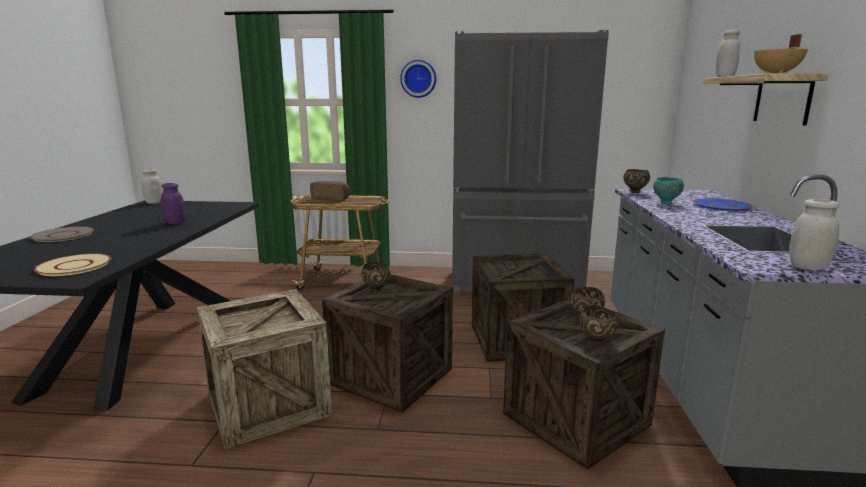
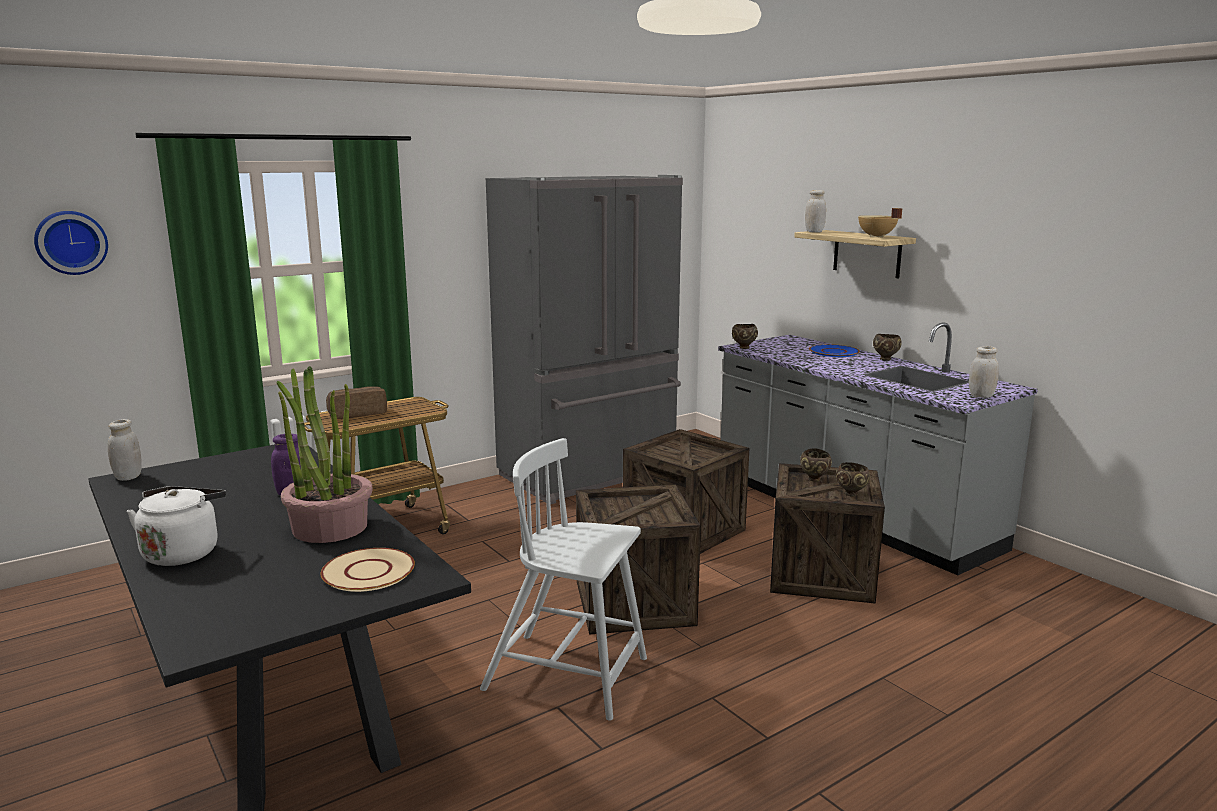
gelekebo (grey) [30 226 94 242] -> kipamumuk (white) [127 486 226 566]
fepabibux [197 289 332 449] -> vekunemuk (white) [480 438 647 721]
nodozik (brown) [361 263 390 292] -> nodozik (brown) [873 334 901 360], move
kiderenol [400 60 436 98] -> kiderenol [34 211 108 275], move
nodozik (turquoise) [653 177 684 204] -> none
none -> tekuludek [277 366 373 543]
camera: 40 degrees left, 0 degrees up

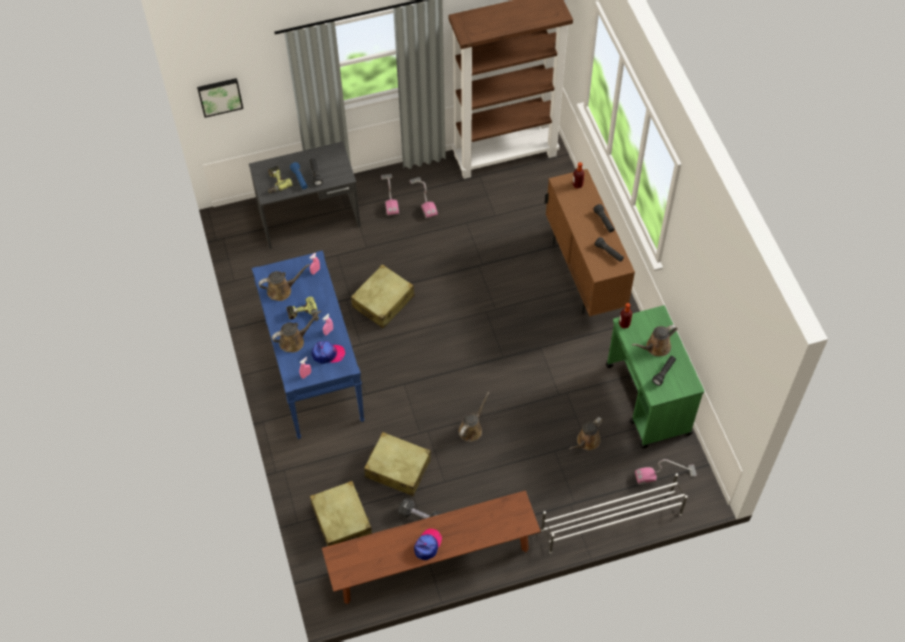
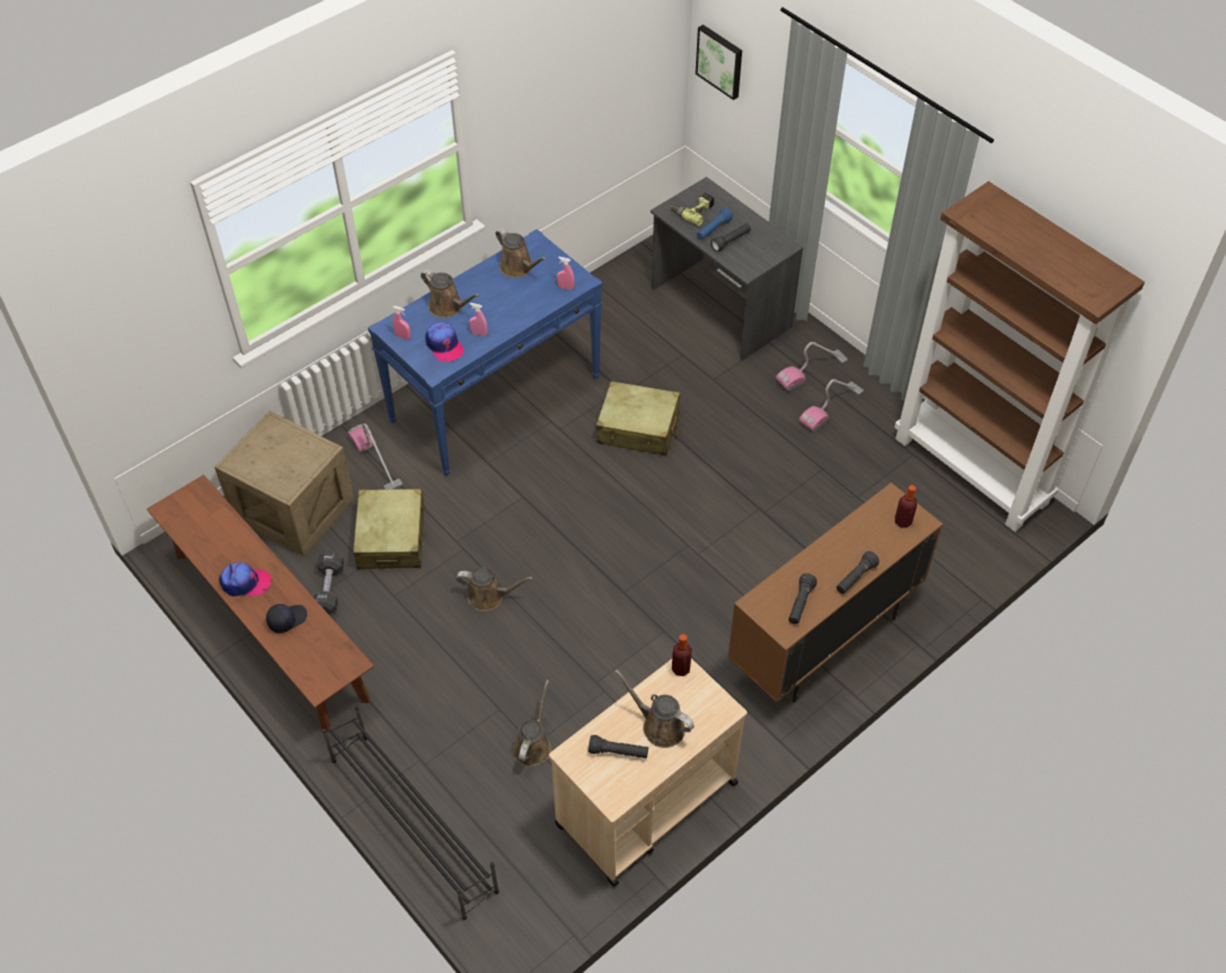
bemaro [286 297 319 321] -> none
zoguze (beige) [310 481 372 546] -> fepabibux [215 411 355 556]
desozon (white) [541 473 688 553] -> desozon (black) [322 706 499 920]
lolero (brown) [569 417 603 451] -> lolero (brown) [513 680 551 767], 90 degrees clockwise
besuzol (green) [606 305 704 449] -> besuzol (beige) [549 658 747 887]
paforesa [635 459 697 485] -> paforesa [347 423 403 489], move
none -> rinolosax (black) [266 604 307 633]
camera: 65 degrees right, 5 degrees down

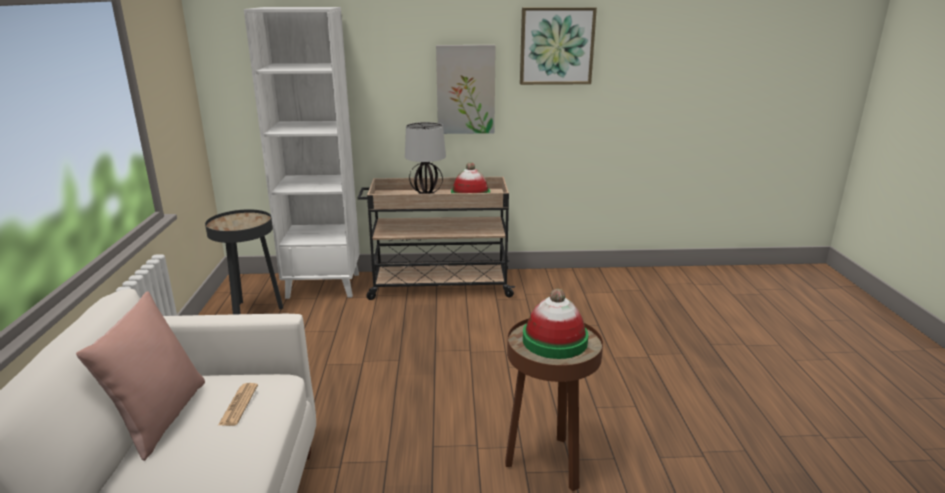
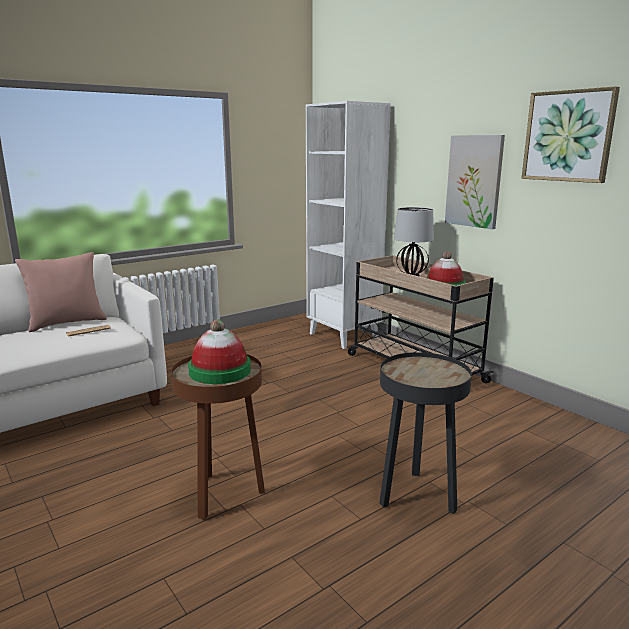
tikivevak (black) [205 209 283 315] -> tikivevak (black) [379 352 472 514], move
camera: 55 degrees right, 5 degrees down

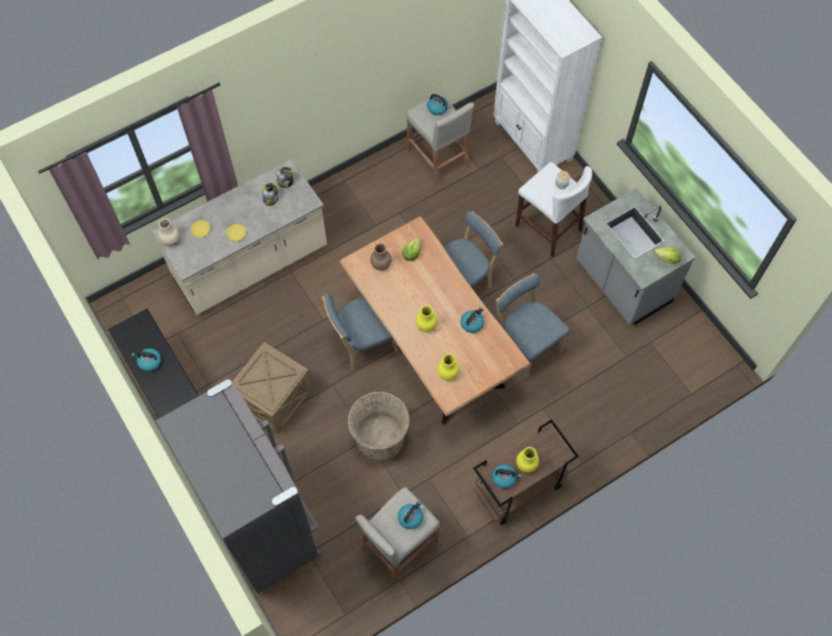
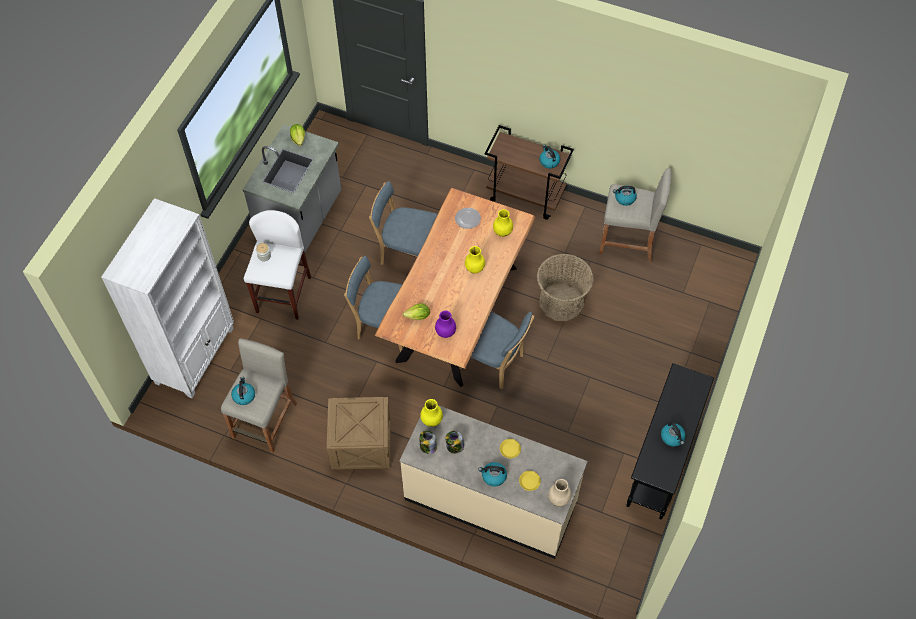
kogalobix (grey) [156 379 322 594] -> none
fepabibux [232 342 312 434] -> fepabibux [327 397 390 470], move
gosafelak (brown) [370 243 391 270] -> gosafelak (purple) [435 310 456 338]
kipamumuk [461 307 484 333] -> kipamumuk [478 462 507 486], move
vekunemuk (blue) [496 273 569 378] -> vekunemuk (blue) [369 181 437 265], 90 degrees clockwise
gosafelak (yellow) [516 447 539 473] -> gosafelak (yellow) [420 399 443 427], move
none -> gelekebo [455 208 481 229]
camera: 125 degrees left, 5 degrees down

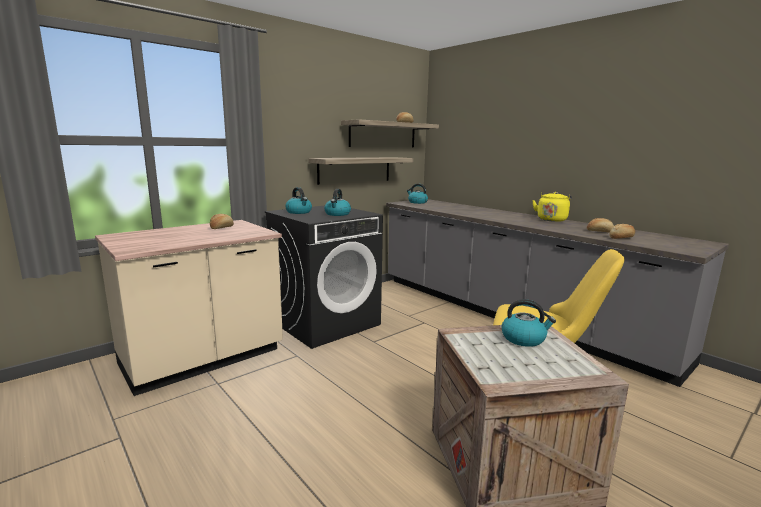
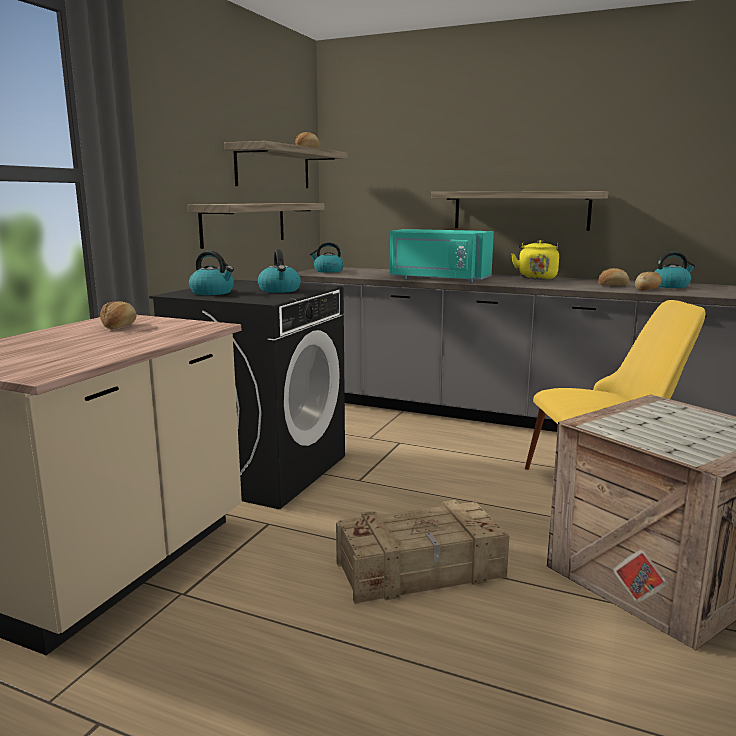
kipamumuk [502 299 556 347] -> kipamumuk [654 252 695 288], move
none -> fepabibux [336 500 509 604]
none -> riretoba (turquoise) [390 229 494 283]
none -> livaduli [431 191 608 231]
camera: 25 degrees left, 0 degrees up

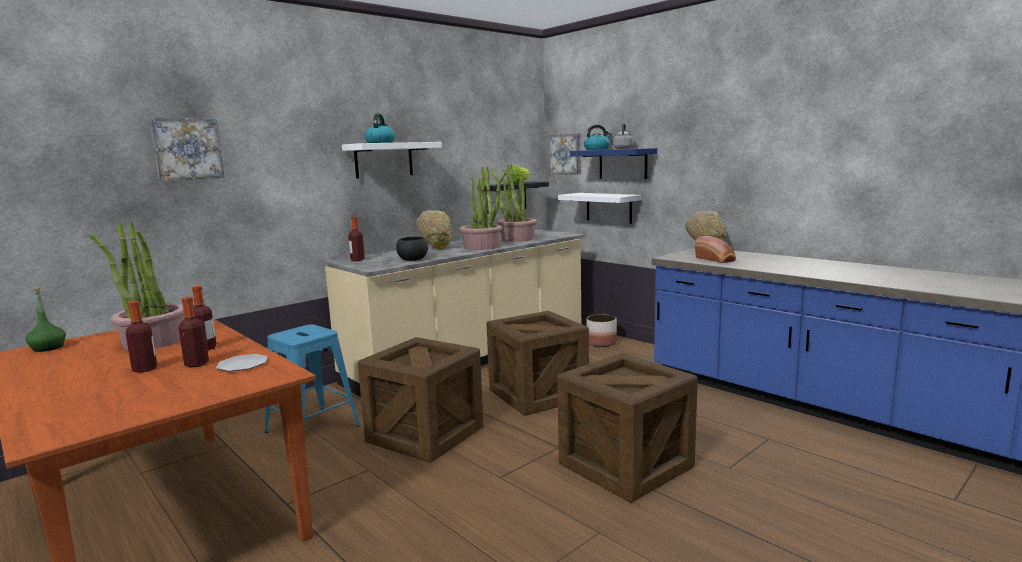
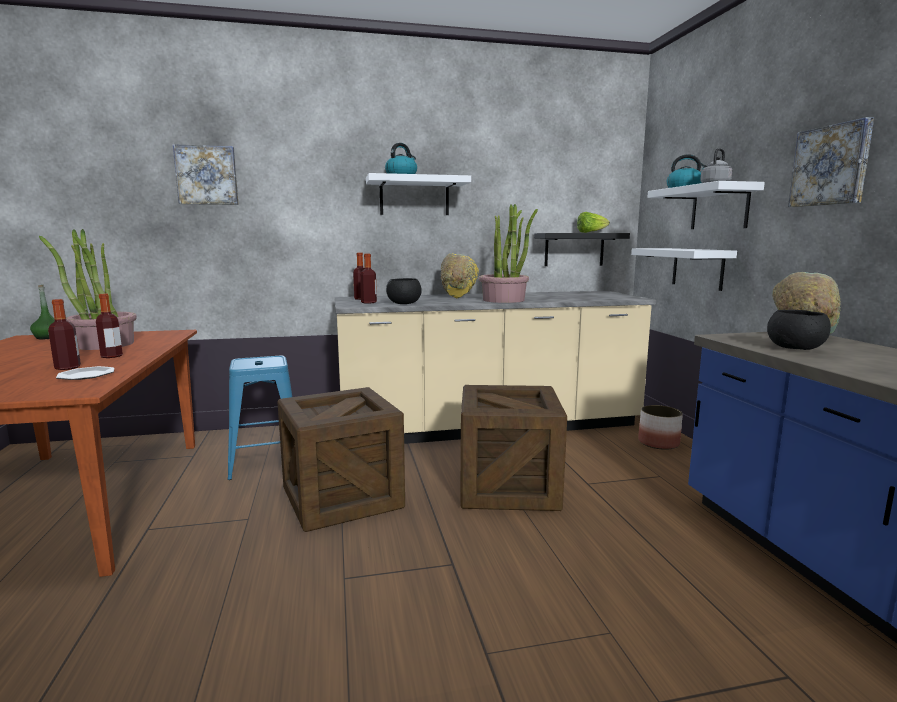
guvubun [125 301 157 373] -> guvubun [360 254 377 304], move
tekuludek [491 165 537 242] -> none
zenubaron [548 133 581 175] -> zenubaron [788 117 874 207], move
fepabibux [557 353 698 503] -> none
livaduli (blue) [570 148 657 179] -> livaduli (white) [647 181 765 229]
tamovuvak [695 236 736 263] -> nodozik (black) [767 310 831 350]
camera: 30 degrees right, 0 degrees up

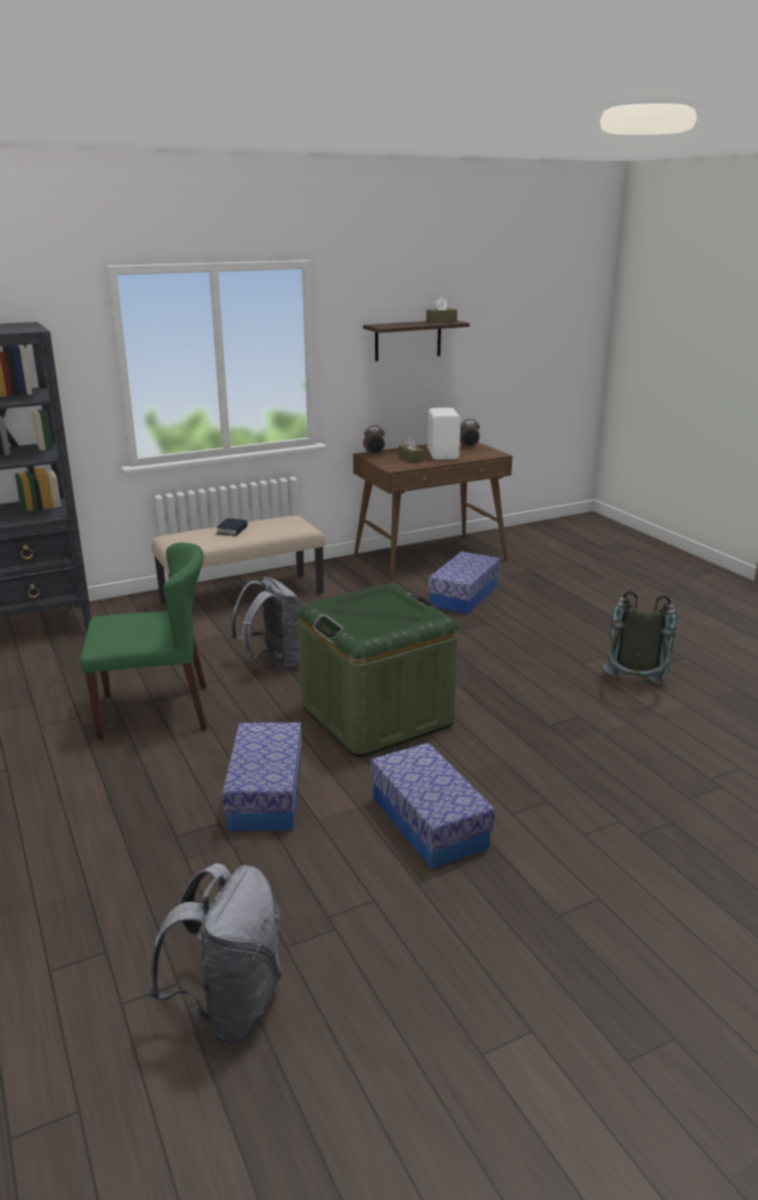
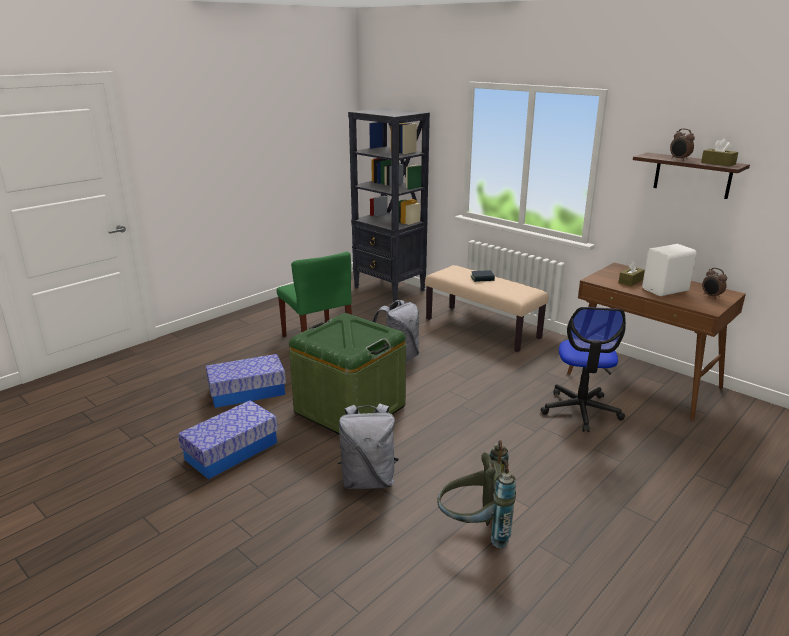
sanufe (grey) [149 863 282 1044] -> sanufe (grey) [337 403 399 489], move
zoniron [363 426 385 456] -> zoniron [670 128 695 161], move
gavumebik [428 551 500 614] -> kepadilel [540 307 626 432]
camera: 70 degrees right, 0 degrees up

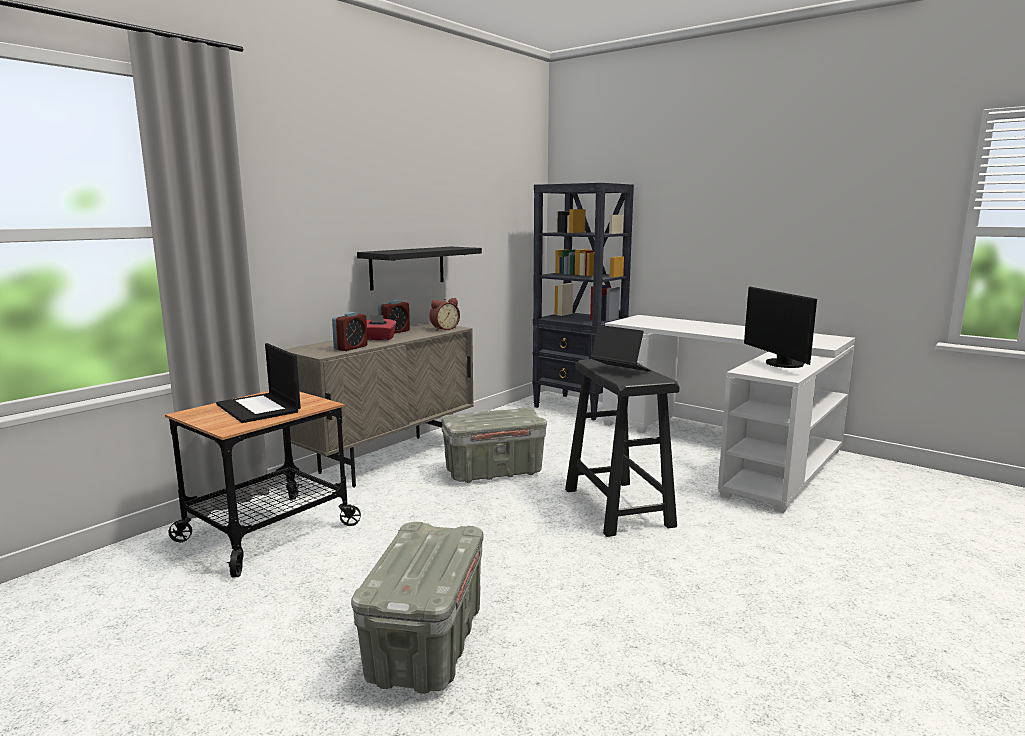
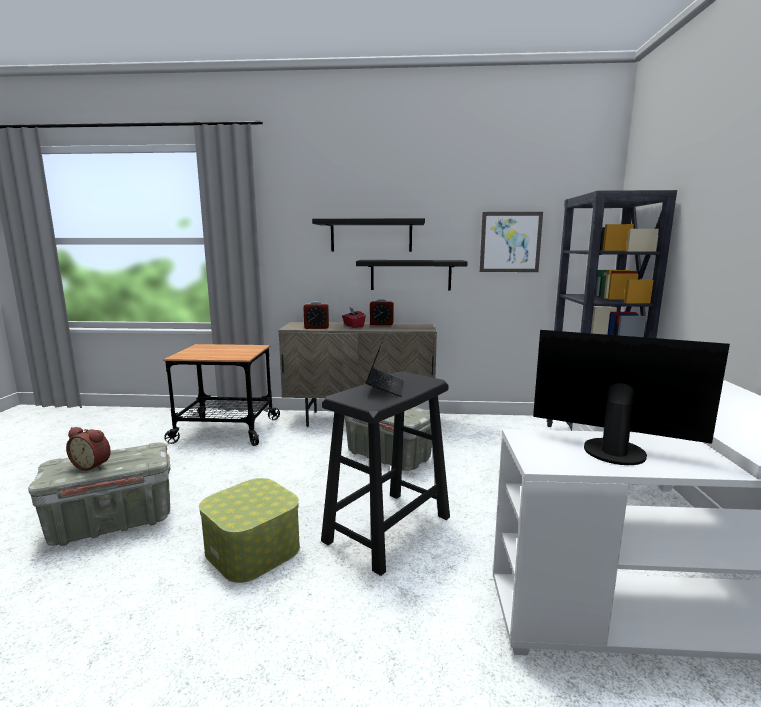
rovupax [216 343 301 423] -> none
zoniron [430 298 460 331] -> zoniron [66 427 111 471], move
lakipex [744 287 817 368] -> lakipex [533 330 730 465], 75 degrees clockwise
none -> gavumebik [199 478 300 583]
none -> livaduli (black) [312 218 425 252]
none -> zenubaron [480 212 543 272]
camera: 55 degrees right, 0 degrees up

